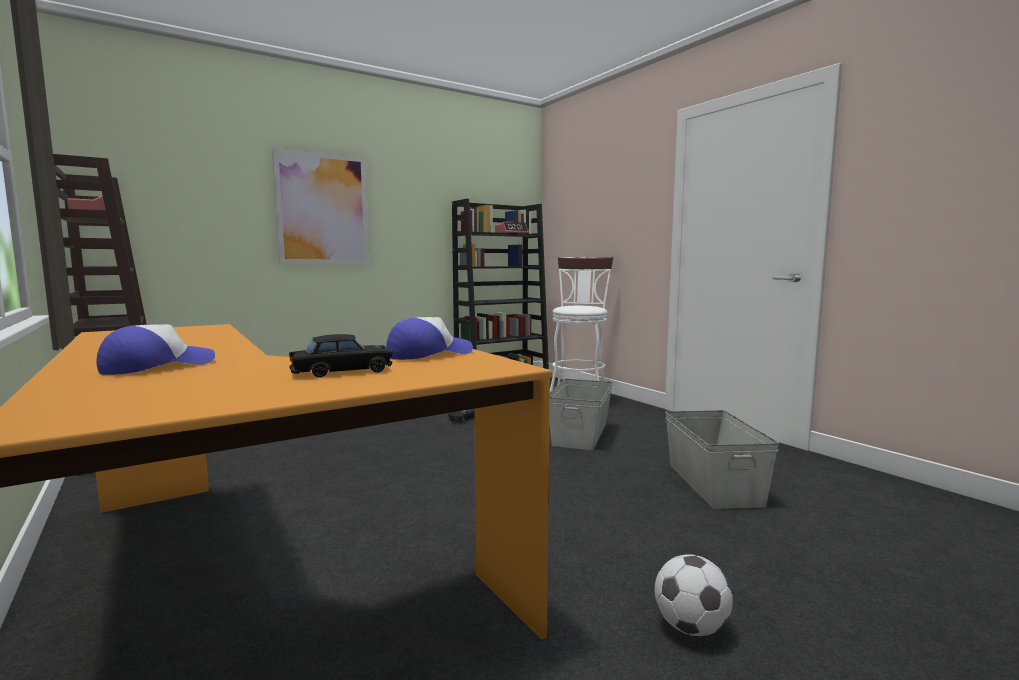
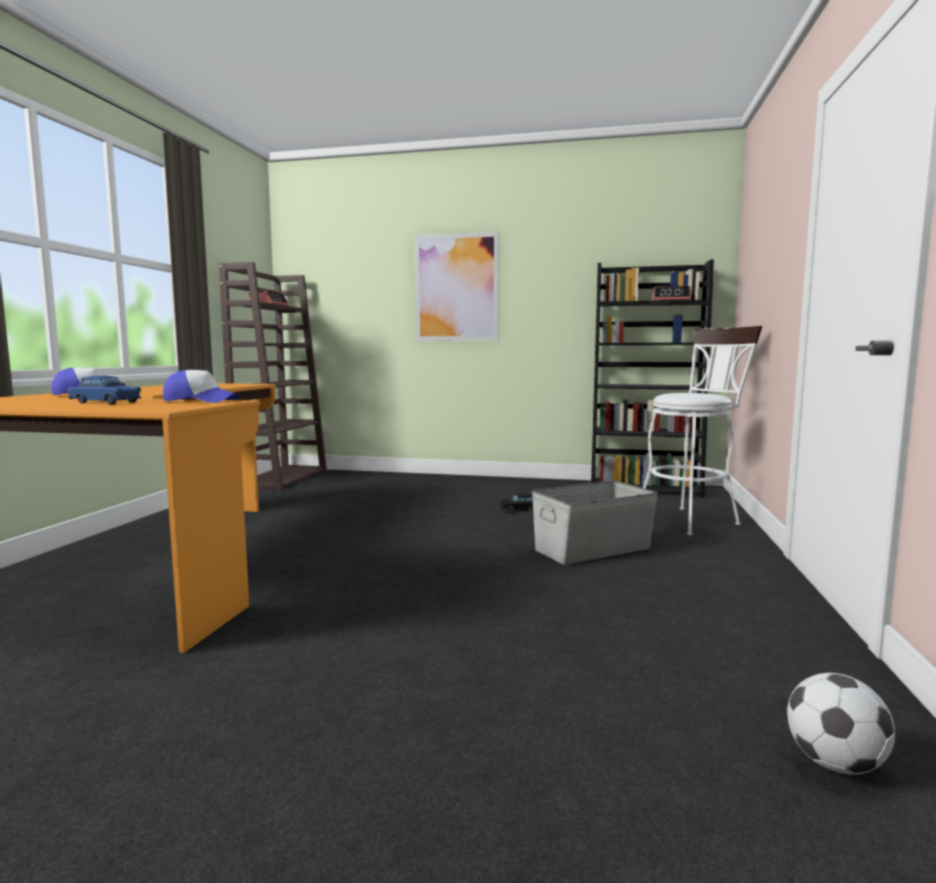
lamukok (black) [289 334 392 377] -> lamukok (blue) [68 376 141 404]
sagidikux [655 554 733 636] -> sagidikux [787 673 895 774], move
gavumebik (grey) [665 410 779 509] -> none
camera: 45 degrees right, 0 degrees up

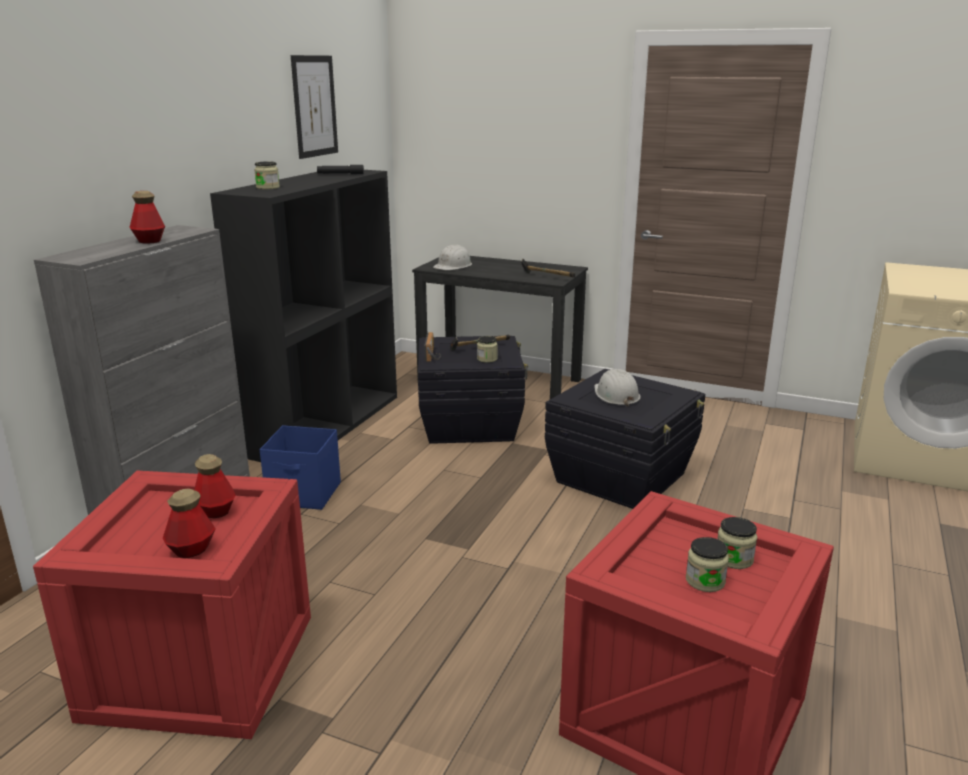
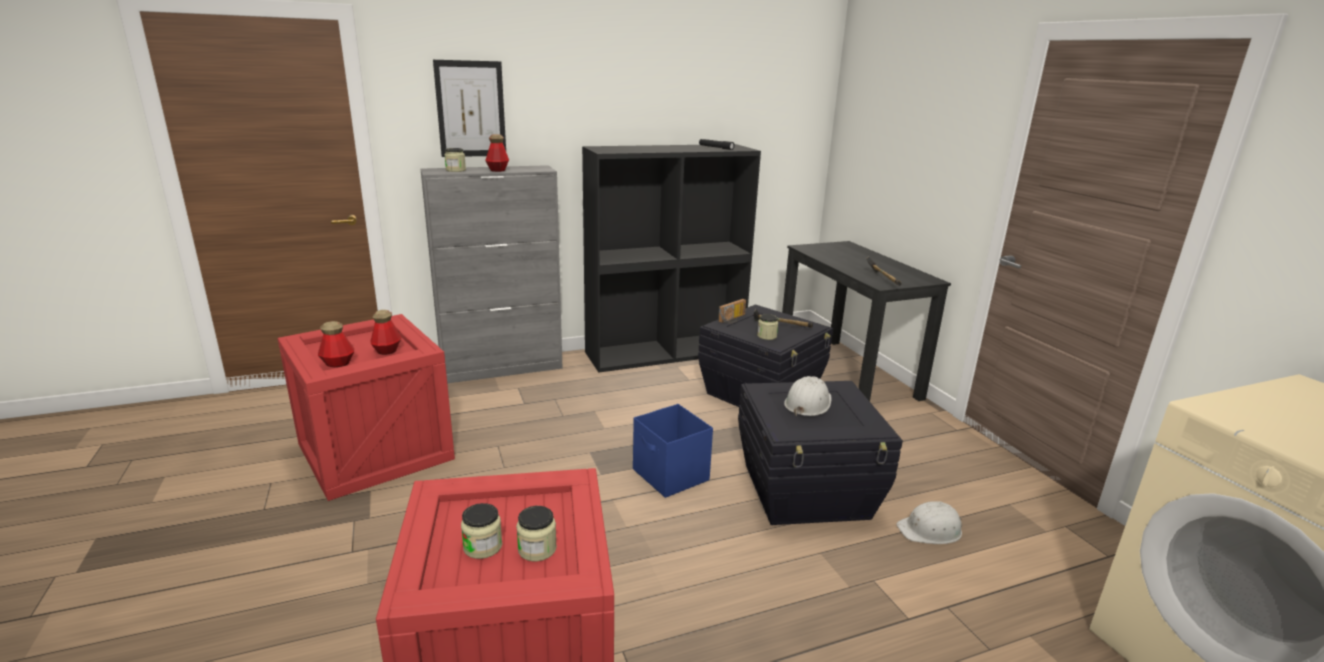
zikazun [254 161 280 189] -> zikazun [444 148 466 172], move
gavumebik (blue) [260 425 341 510] -> gavumebik (blue) [633 404 713 498], move
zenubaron [291 55 338 159] -> zenubaron [433 60 506 157], move
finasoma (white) [433 244 472 270] -> finasoma (white) [896 501 962 544], move
camera: 45 degrees right, 0 degrees up

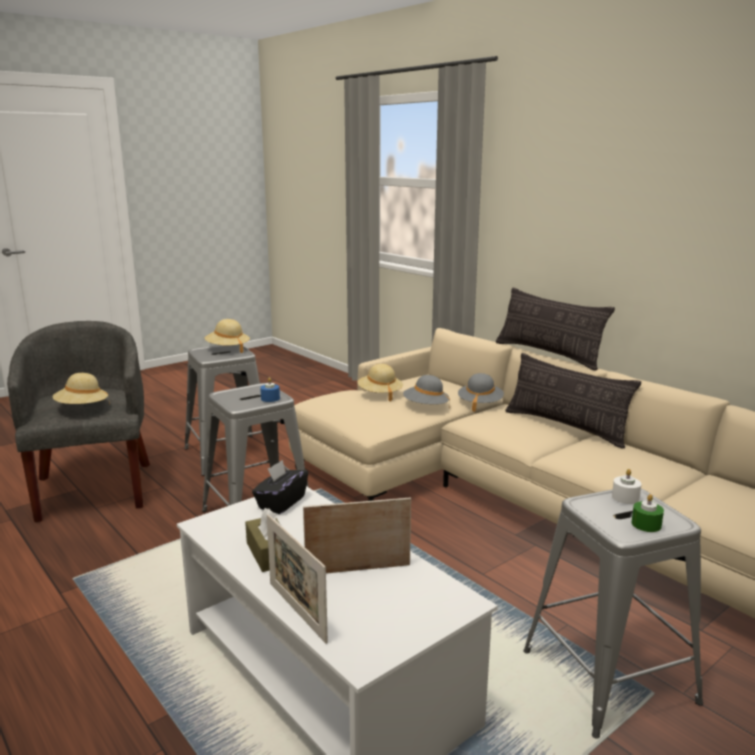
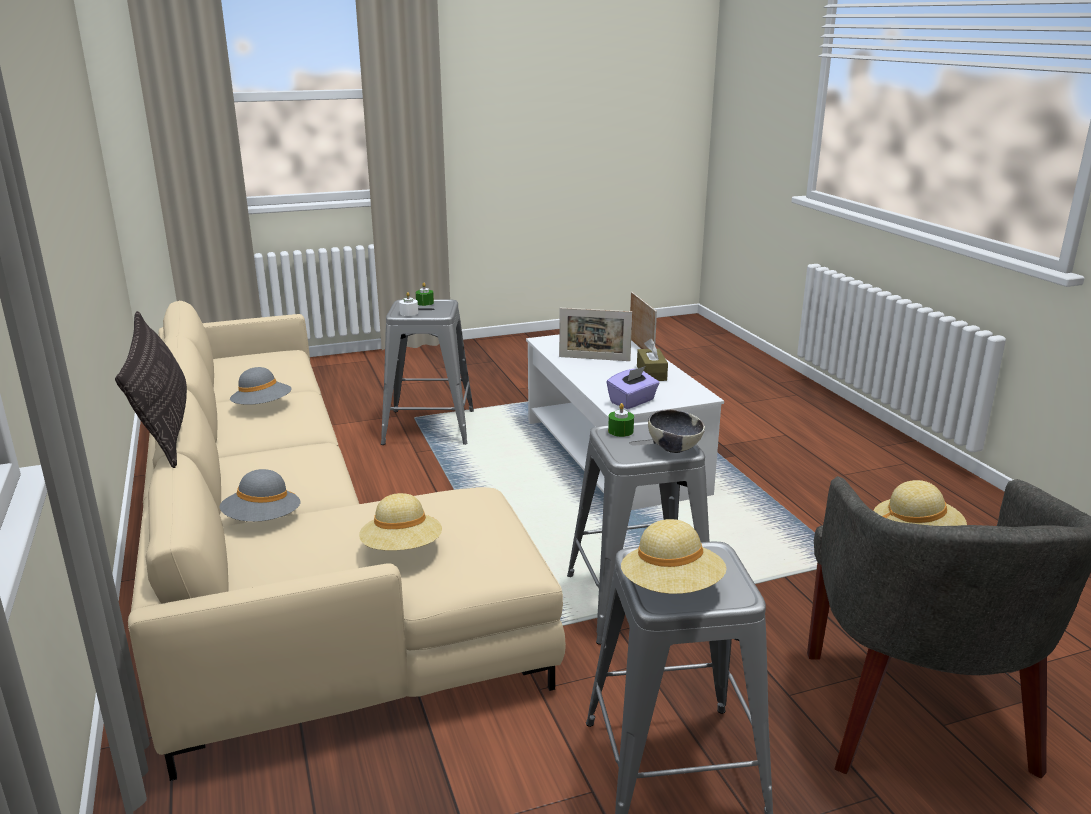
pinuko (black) [252 460 308 514] -> pinuko (purple) [607 366 660 409]
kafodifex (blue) [260 377 280 402] -> kafodifex (green) [608 403 634 437]
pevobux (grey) [403 375 450 408] -> pevobux (grey) [230 367 292 405], move
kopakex [505 353 641 448] -> none
none -> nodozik [648 409 705 453]
camera: 160 degrees left, 5 degrees up

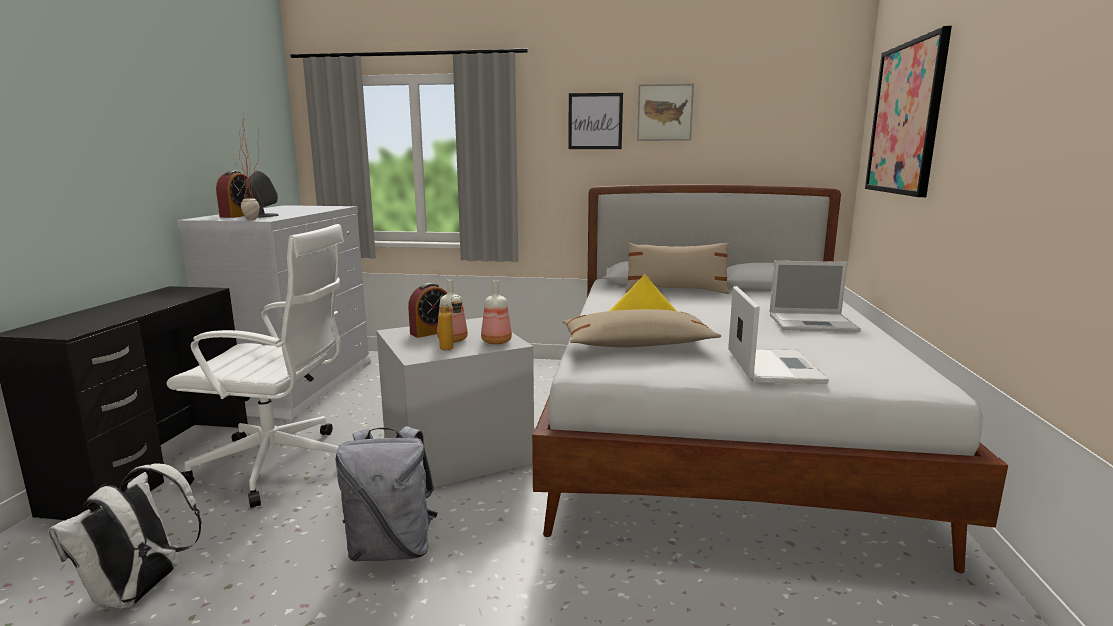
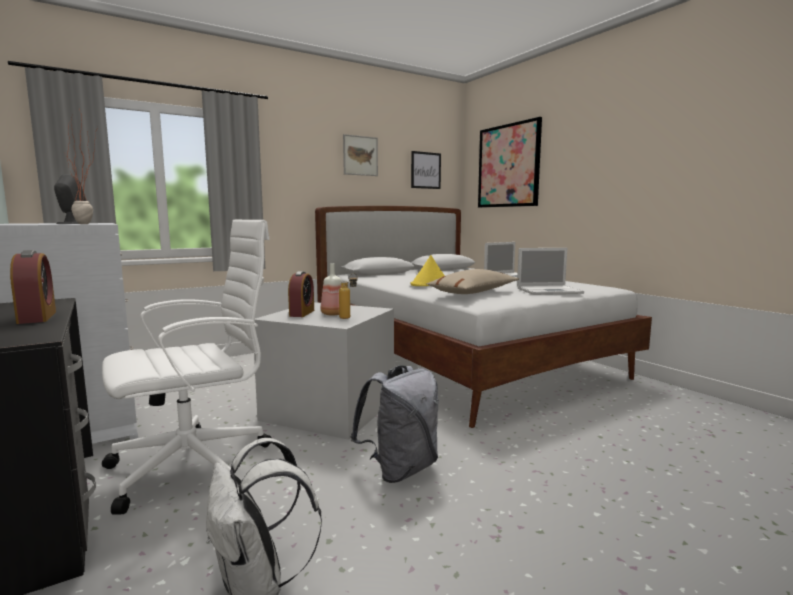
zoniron [216 171 250 218] -> zoniron [10 250 56 324], move
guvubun [481 280 512 344] -> none
zenubaron [568 93 623 149] -> zenubaron [411 151 441 189], move
kopakex (beige) [625 242 730 294] -> none
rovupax [728 286 829 384] -> rovupax [517 248 584 295], 120 degrees clockwise
camera: 40 degrees left, 5 degrees down

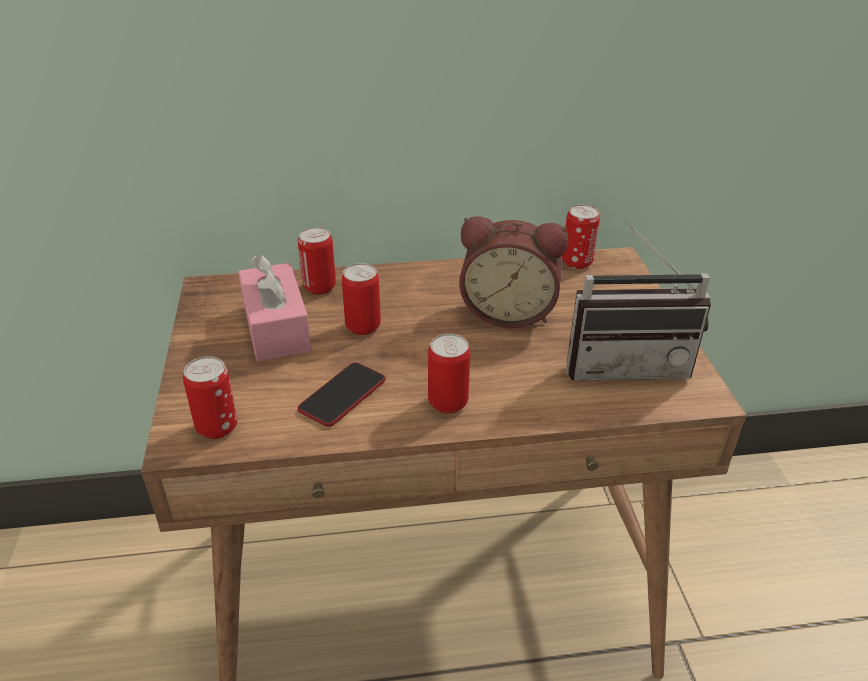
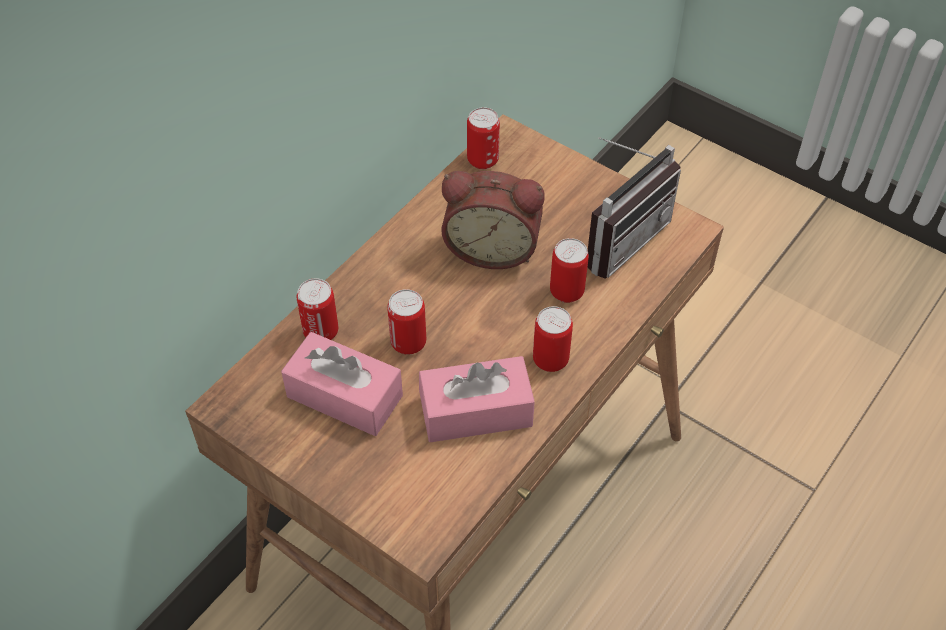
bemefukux [183 356 237 439] -> bemefukux [550 238 589 303], move
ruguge [297 362 386 427] -> pinuko (pink) [419 356 535 442]
zoniron [459 216 568 328] -> zoniron [442 171 544 269], 45 degrees clockwise
camera: 45 degrees left, 15 degrees up

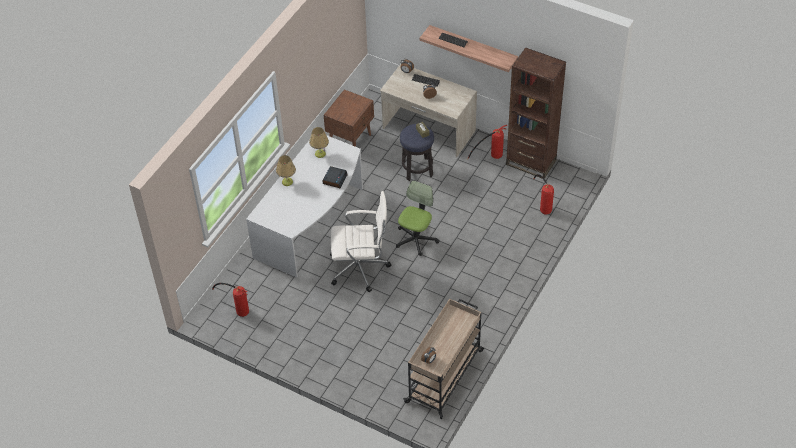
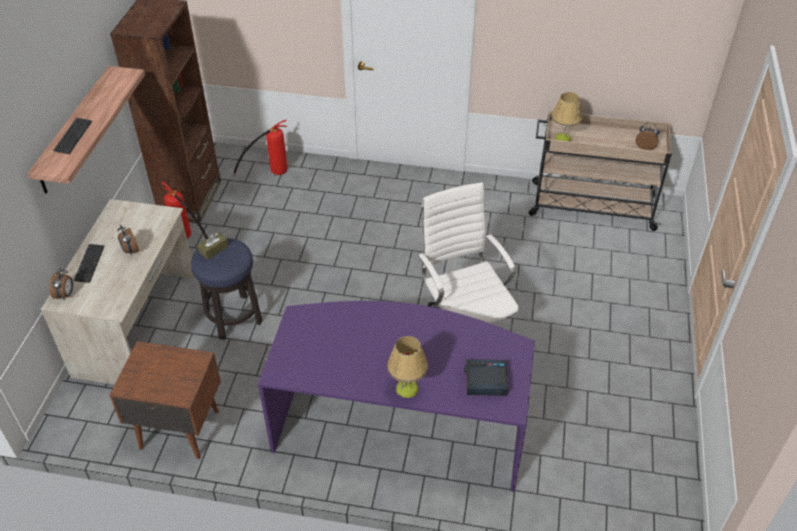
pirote [212 283 249 317] -> none
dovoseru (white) [246 136 363 278] -> dovoseru (purple) [258 301 535 492]
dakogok [309 127 329 158] -> dakogok [552 92 582 142], move
zoniron [323 166 348 189] -> zoniron [464 359 508 396], move
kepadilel [396 181 440 256] -> none
camera: 110 degrees left, 5 degrees down

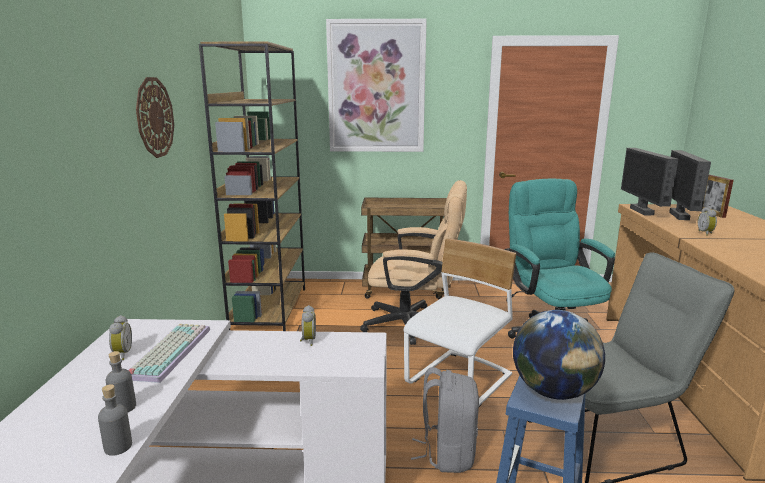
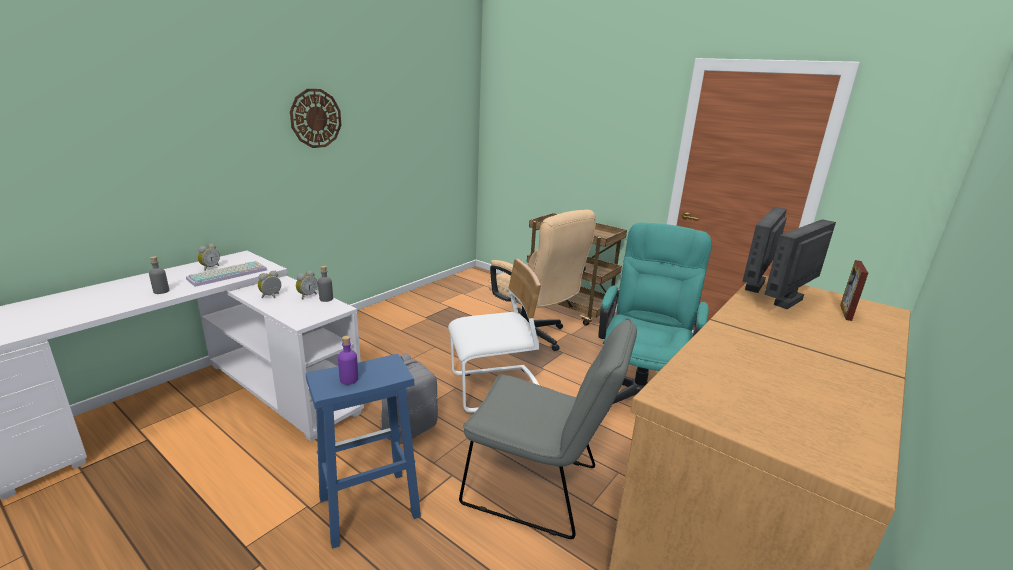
guvubun (grey) [98 384 132 456] -> guvubun (grey) [318 266 333 302], move
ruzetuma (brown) [199 42 305 331] -> none
zenubaron [326 19 427 152] -> none
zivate [513 310 605 400] -> guvubun (purple) [338 336 358 385]
zoniron [698 207 717 236] -> zoniron [258 271 281 298], move
camera: 35 degrees right, 5 degrees up

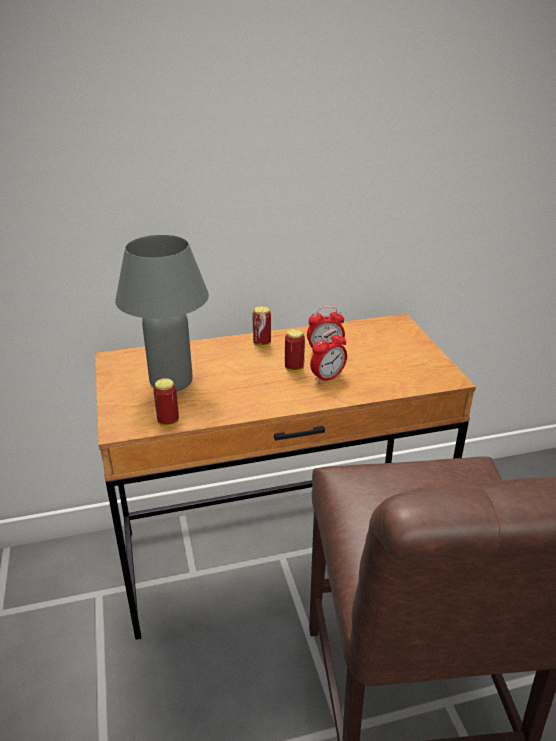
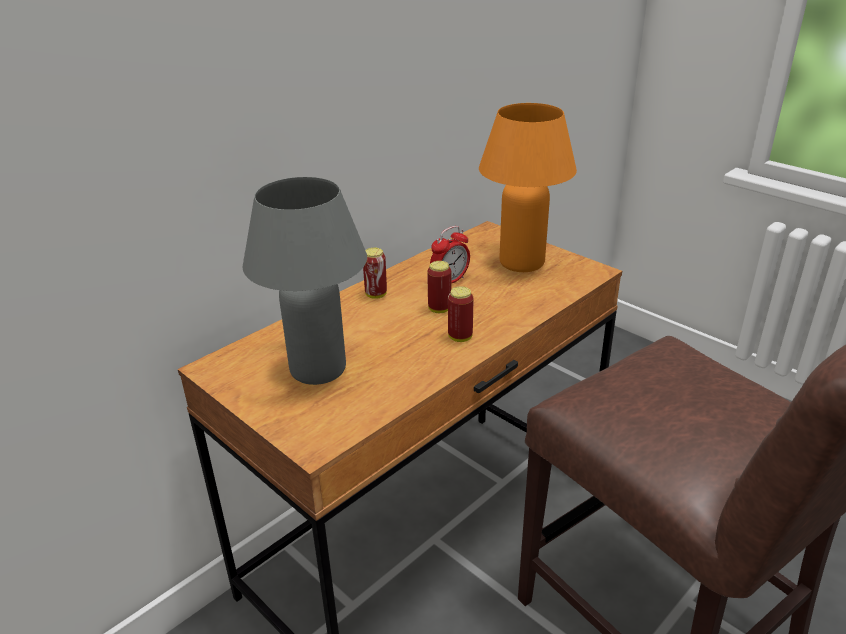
bemefukux [153 378 179 427] -> bemefukux [448 286 474 342], move
zoniron [310 329 347 384] -> none
none -> dakogok (orange) [479 103 577 272]
camera: 30 degrees left, 0 degrees up

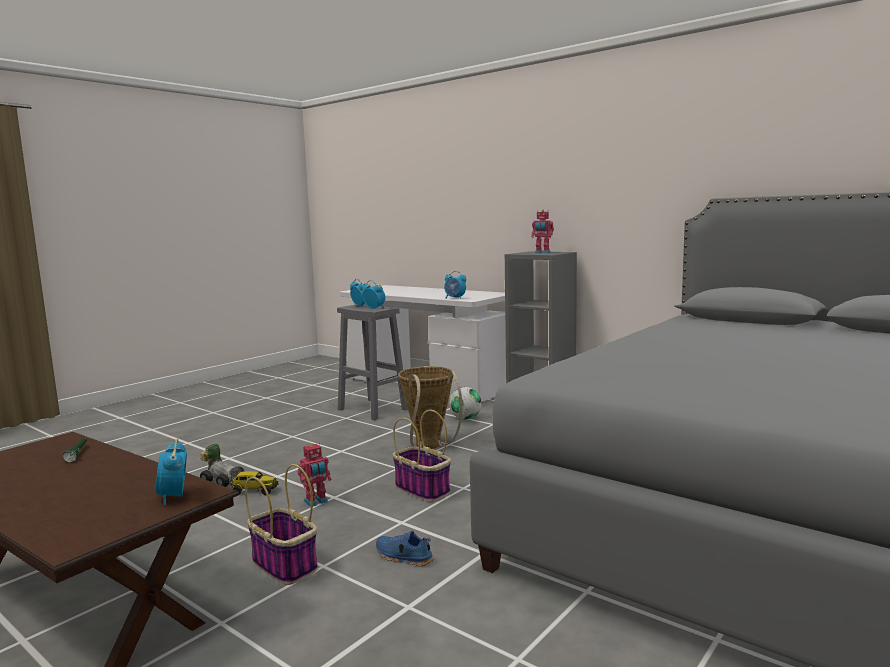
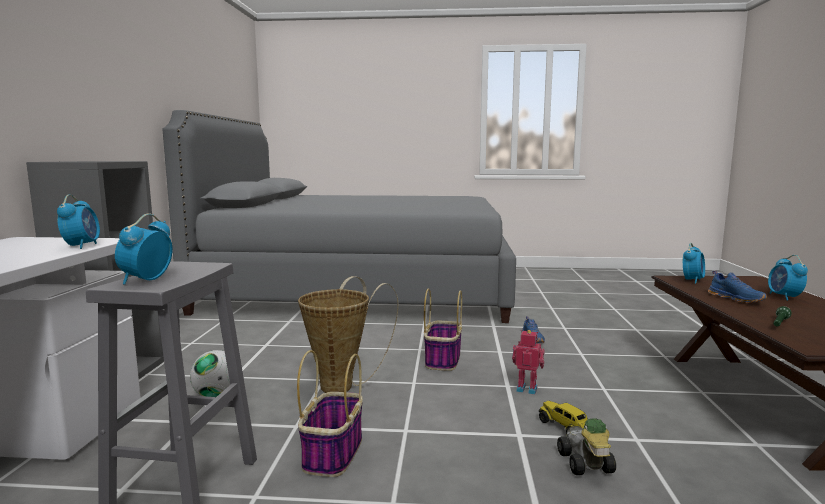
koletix [245 464 318 585] -> koletix [297 350 363 477], move
zoniron [362 280 385 309] -> zoniron [768 255 808 300], move
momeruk [531 210 554 253] -> none
none -> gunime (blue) [708 271 767 303]
camera: 125 degrees left, 0 degrees up

